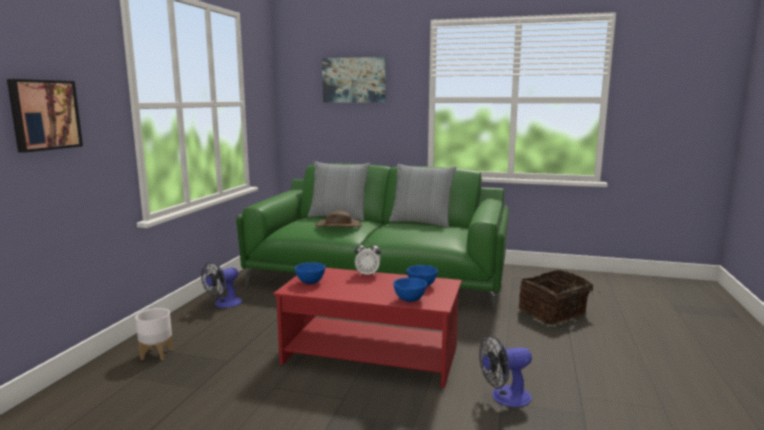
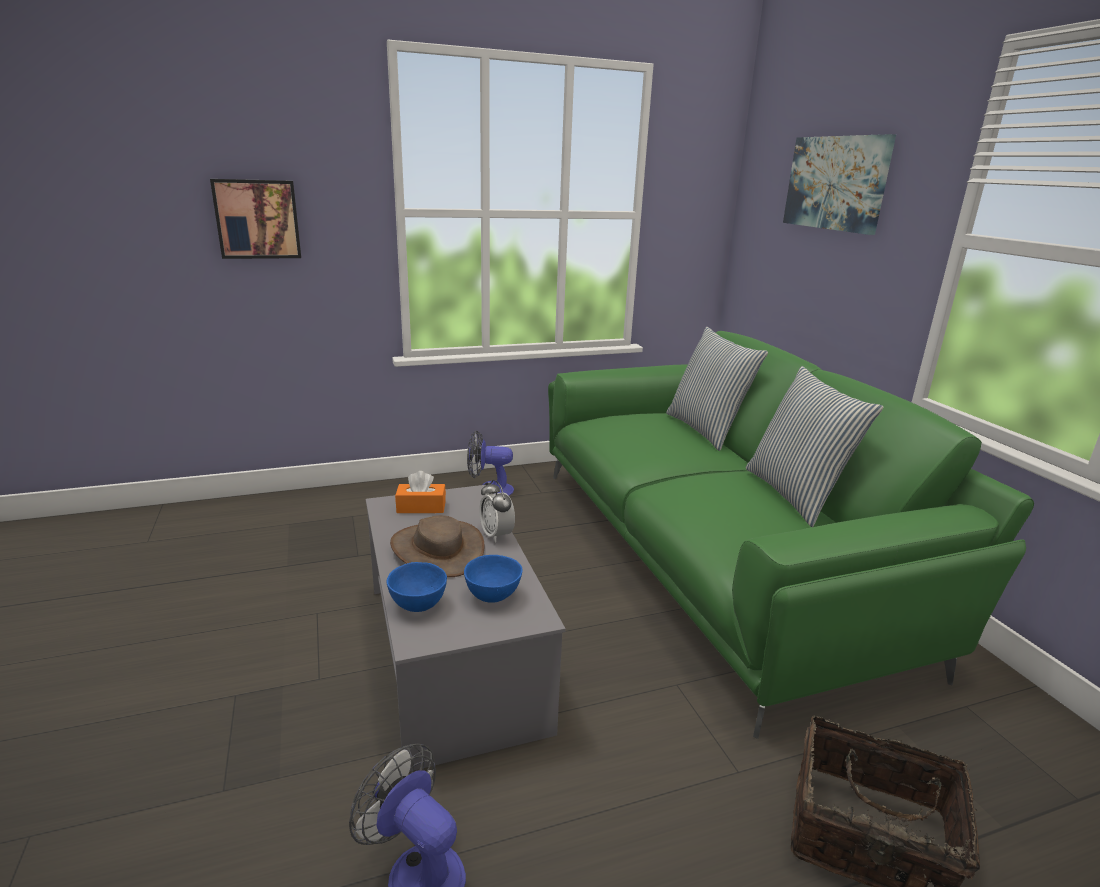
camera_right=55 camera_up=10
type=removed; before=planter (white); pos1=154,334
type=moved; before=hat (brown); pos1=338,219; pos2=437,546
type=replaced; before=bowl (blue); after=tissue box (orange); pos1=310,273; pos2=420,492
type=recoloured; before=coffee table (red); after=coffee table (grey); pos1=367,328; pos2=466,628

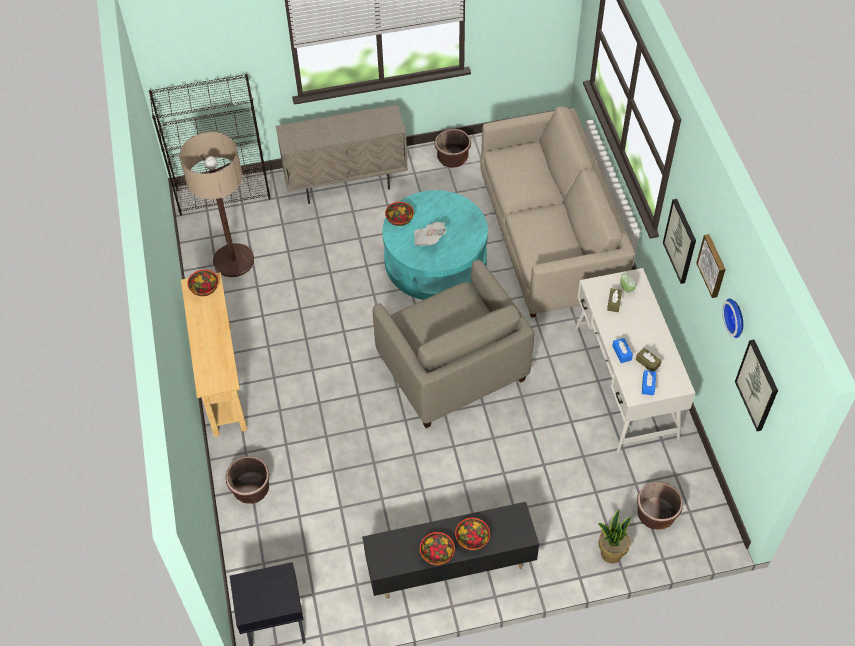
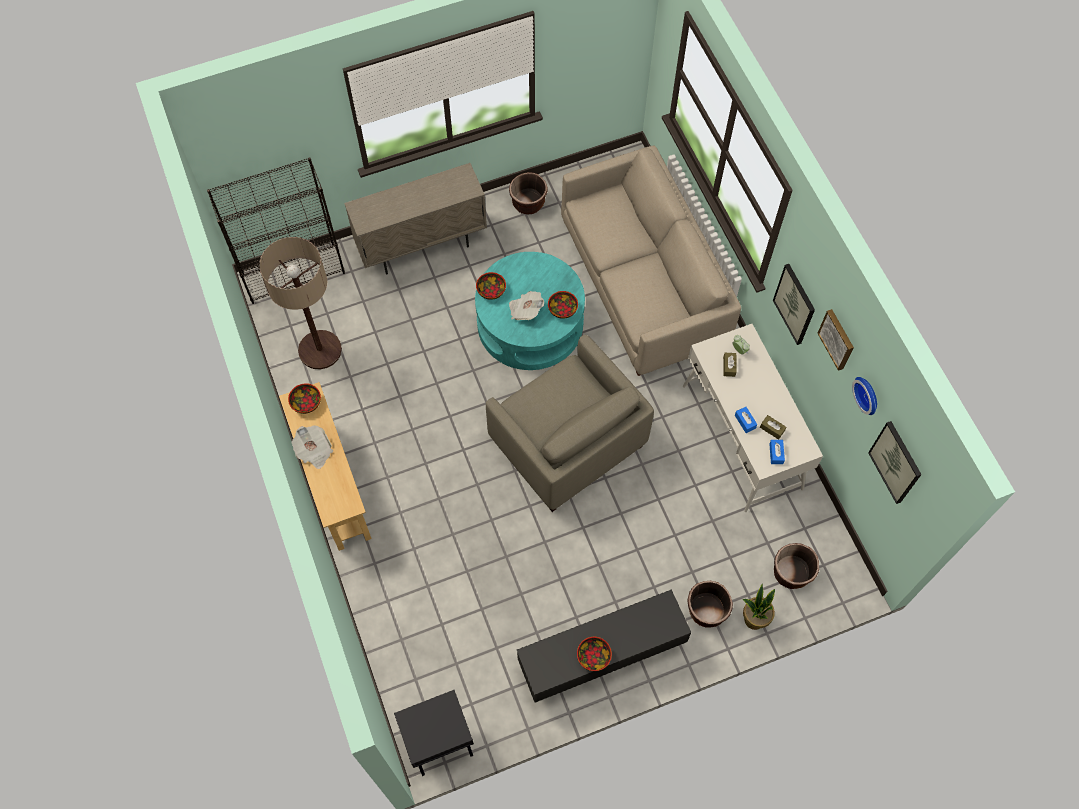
camera_right=-10 camera_up=10
type=added; after=newspaper; pos2=312,447
type=moved; before=planter (brown); pos1=247,480; pos2=710,604
type=moved; before=bowl; pos1=472,534; pos2=563,305

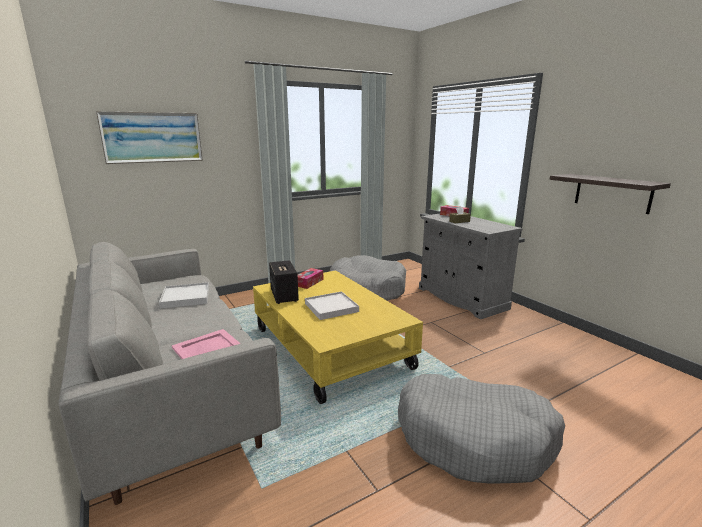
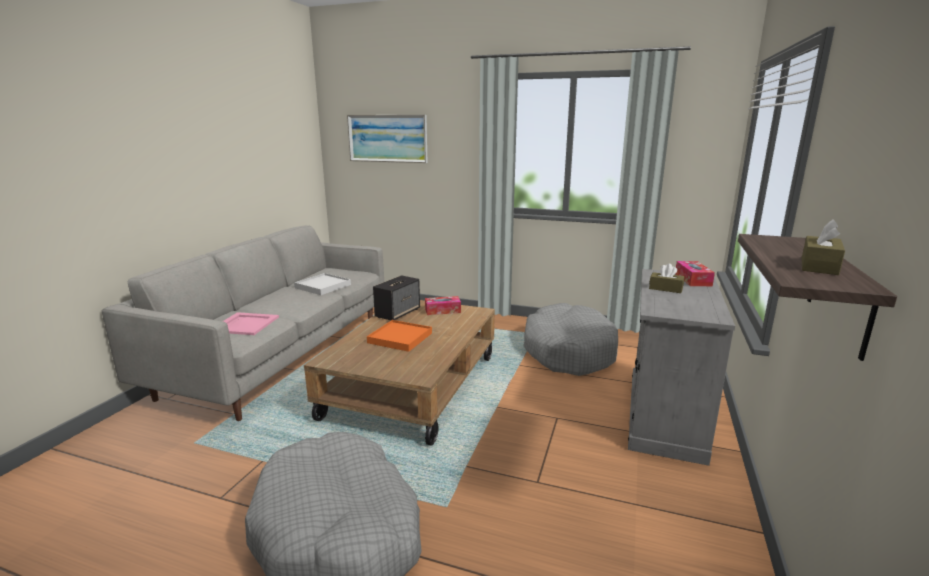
camera_right=50 camera_up=0
type=added; after=tissue box (brown); pos2=823,247
type=recoloured; before=coffee table (yellow); after=coffee table (brown); pos1=338,337; pos2=399,373
type=recoloured; before=tray (white); after=tray (orange); pos1=332,305; pos2=399,336

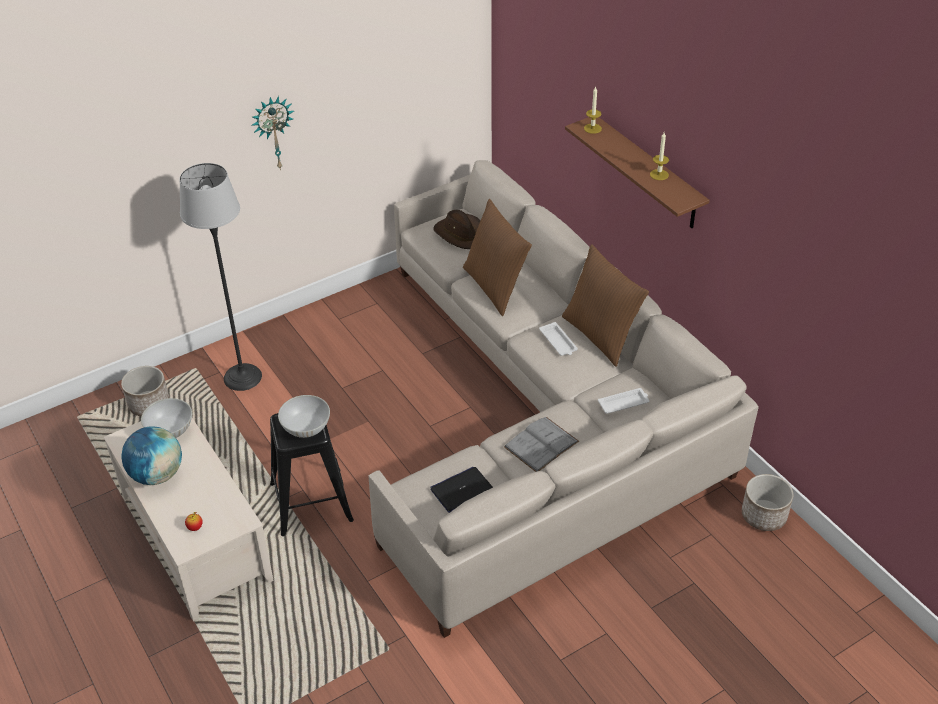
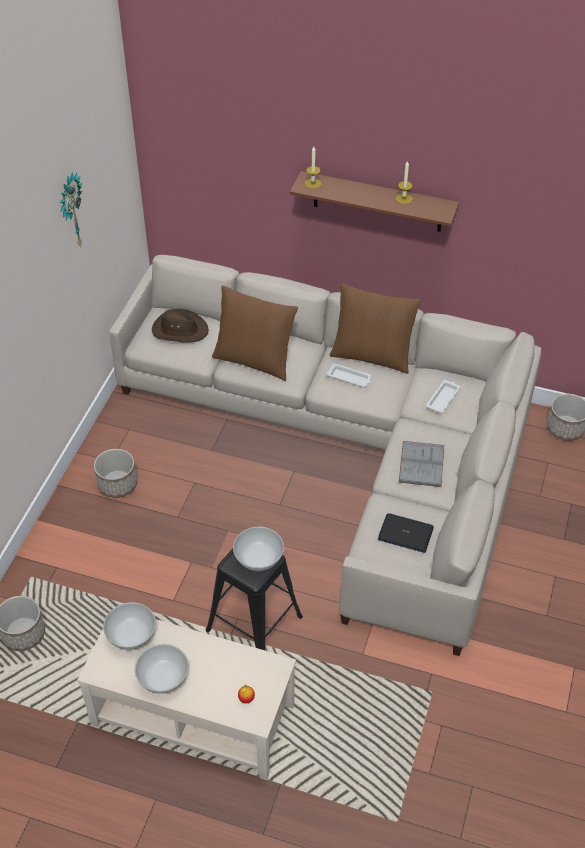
camera_right=-40 camera_up=5
type=removed; before=floor lamp; pos1=220,277
type=added; after=planter; pos2=115,473
type=moved; before=wall clock; pos1=272,133; pos2=71,209
type=replaced; before=globe; after=bowl (white); pos1=151,455; pos2=162,669
type=turned; before=laptop; pos1=461,490; pos2=406,533; turn=90

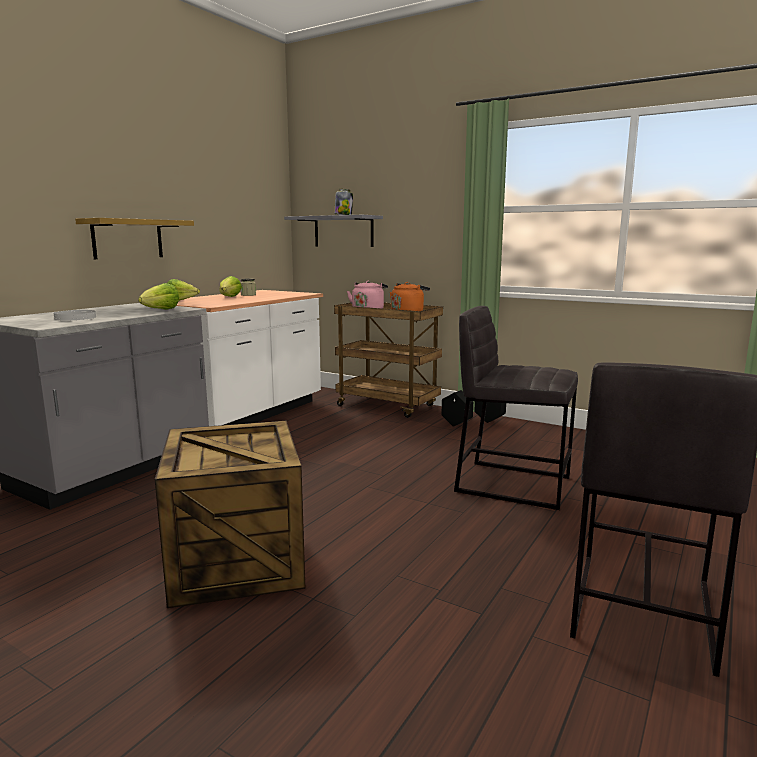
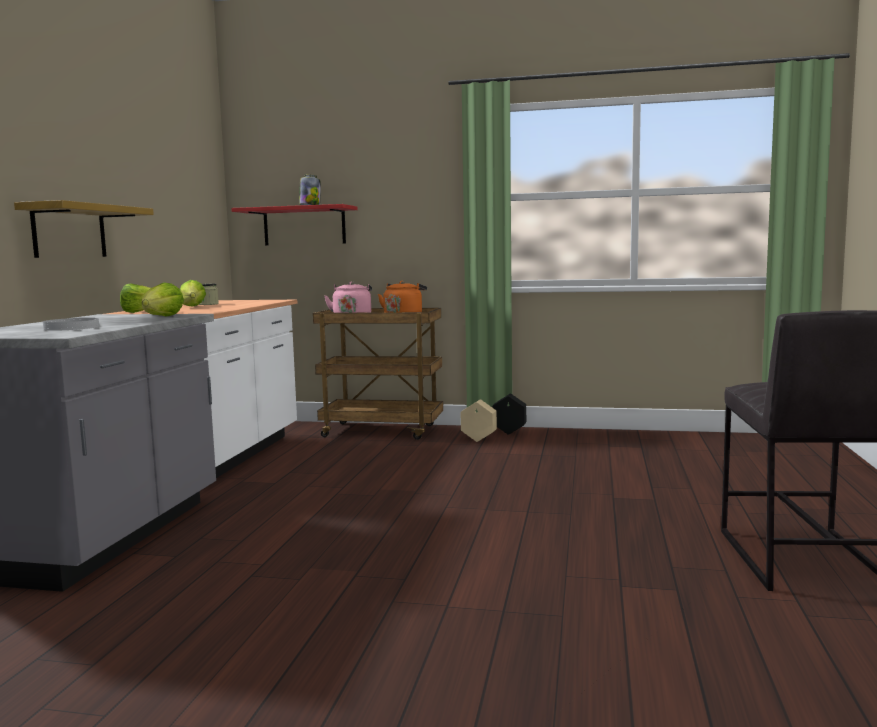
camera_right=-20 camera_up=-5
type=removed; before=crate; pos1=230,514
type=removed; before=stool (grey); pos1=516,408
type=recoloured; before=shelf (grey); after=shelf (red); pos1=333,231; pos2=294,224
type=recoloured; before=planter (black); after=planter (beige); pos1=457,408; pos2=479,420

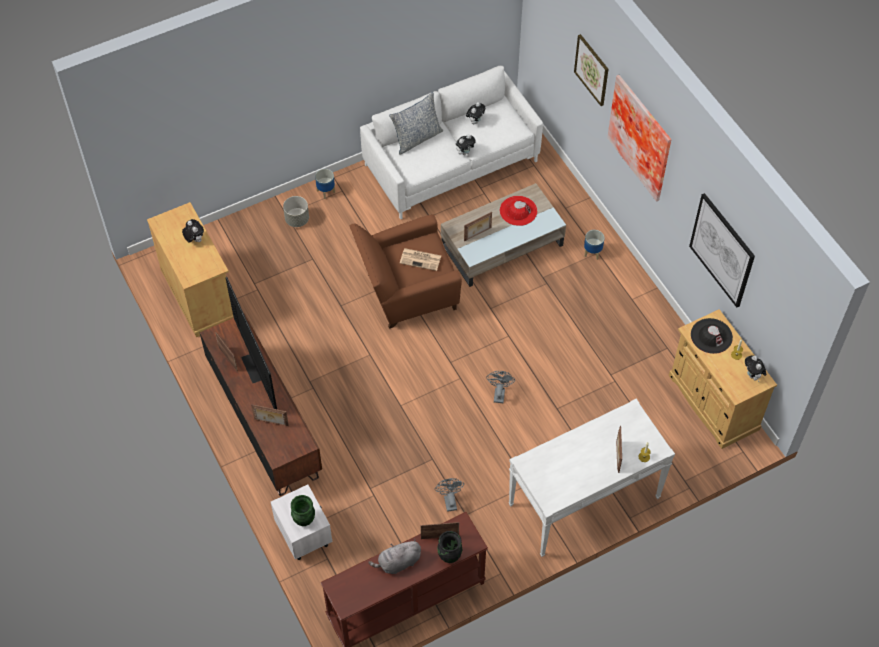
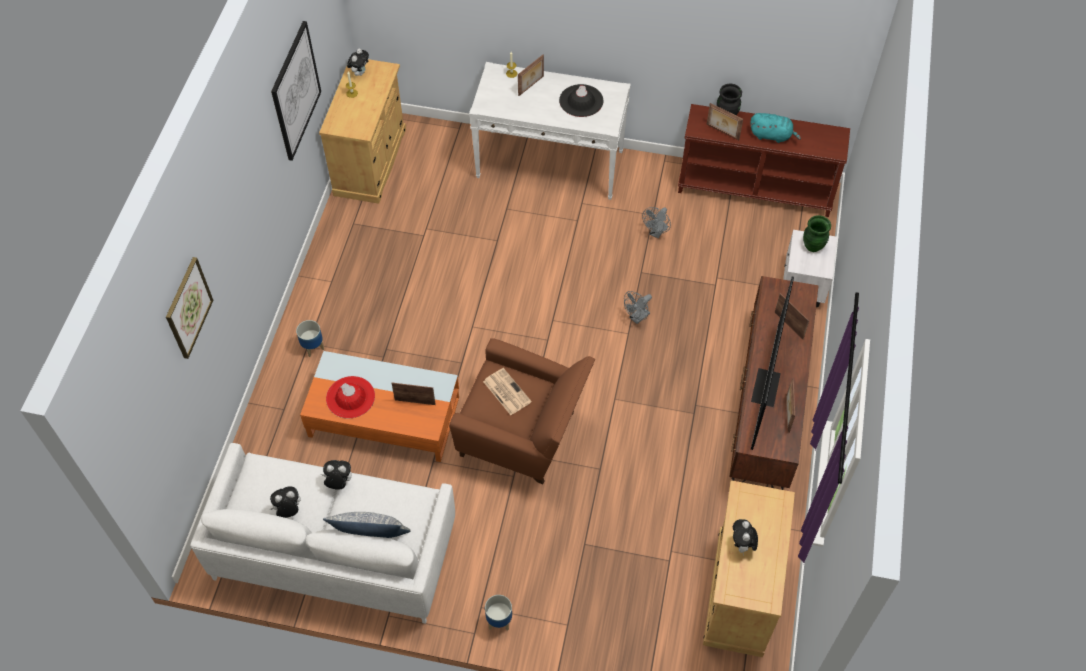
camera_right=-140 camera_up=0
type=removed; before=planter (grey); pos1=296,211
type=removed; before=picture; pos1=639,138
type=moved; before=fan (grey); pos1=500,387; pos2=638,307
type=moved; before=hat (black); pos1=712,336; pos2=581,100
type=recoloured; before=plush toy (grey); after=plush toy (turquoise); pos1=394,556; pos2=775,128
type=recoloured; before=coffee table (beige); after=coffee table (orange); pos1=503,235; pos2=379,406

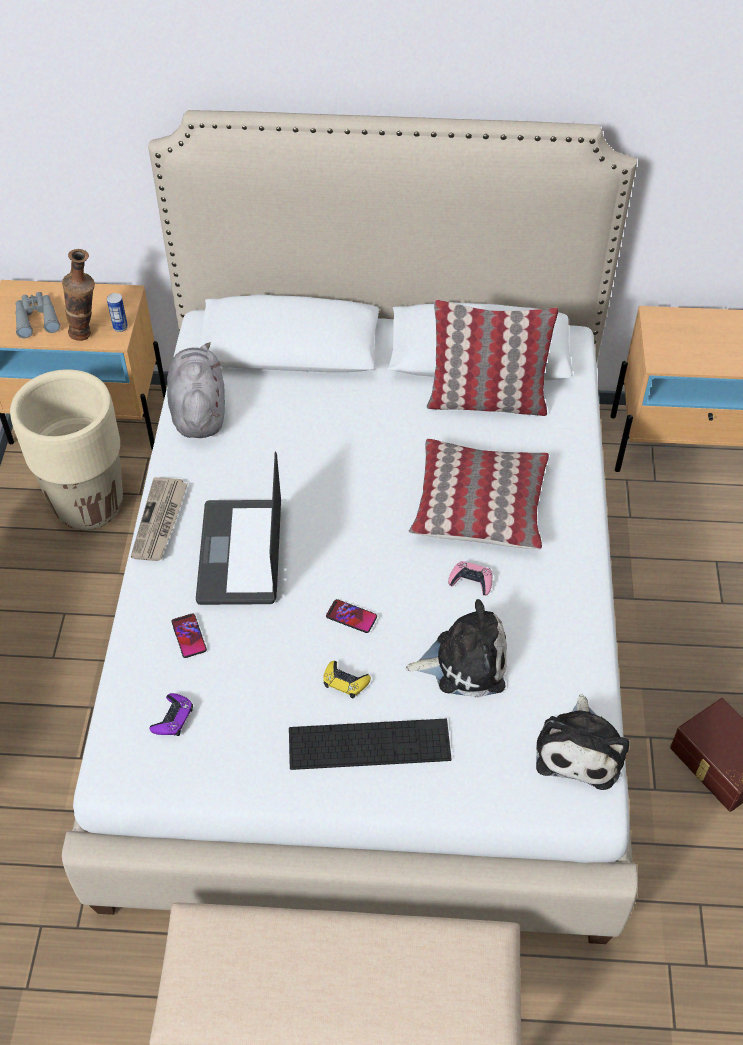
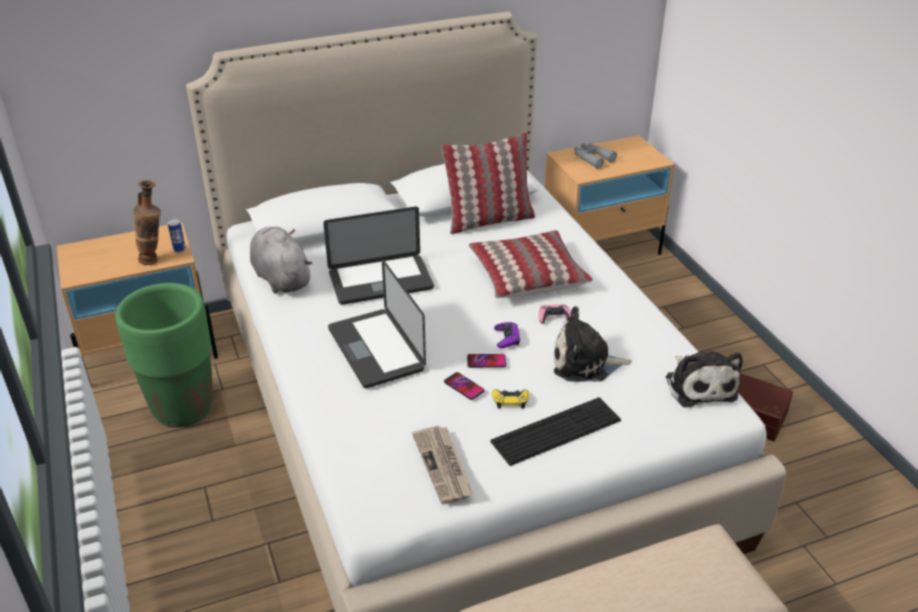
camera_right=-25 camera_up=-15
type=added; after=laptop; pos2=378,256
type=moved; before=binoculars (grey); pos1=37,315; pos2=595,156
type=moved; before=newspaper; pos1=159,519; pos2=443,465
type=moved; before=game controller (purple); pos1=171,714; pos2=507,335
type=moved; before=phone; pos1=189,635; pos2=464,386
type=recoloured; before=planter (beige); after=planter (green); pos1=66,449; pos2=164,355
type=turned; before=plush toy; pos1=456,648; pos2=593,344; turn=-150

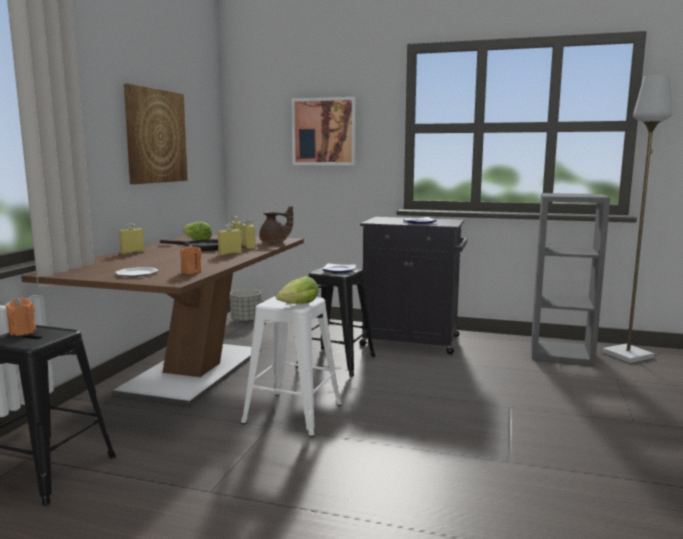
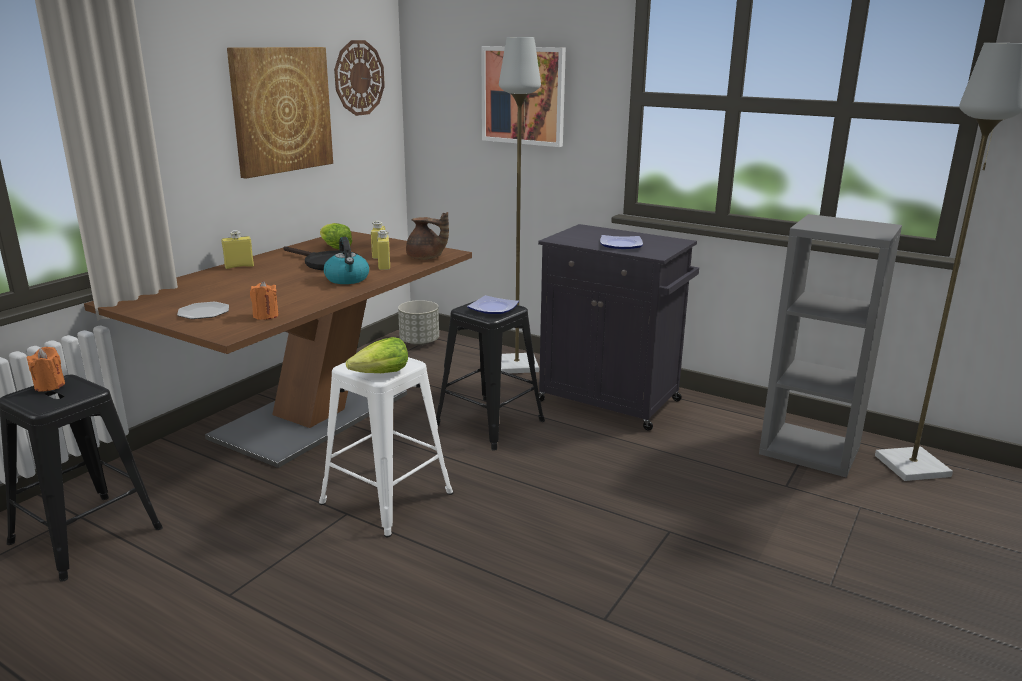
camera_right=15 camera_up=10
type=added; after=wall clock; pos2=359,78
type=added; after=floor lamp (grey); pos2=520,205
type=replaced; before=bottle (yellow); after=kettle; pos1=229,239; pos2=346,260

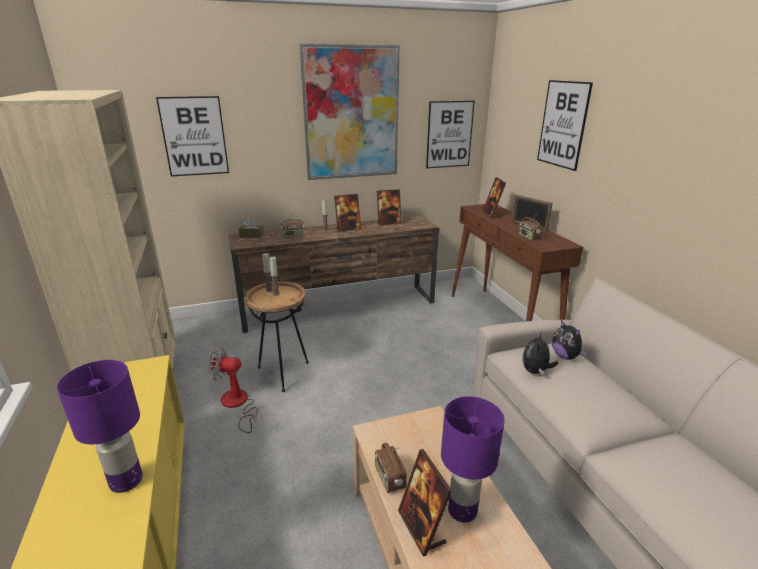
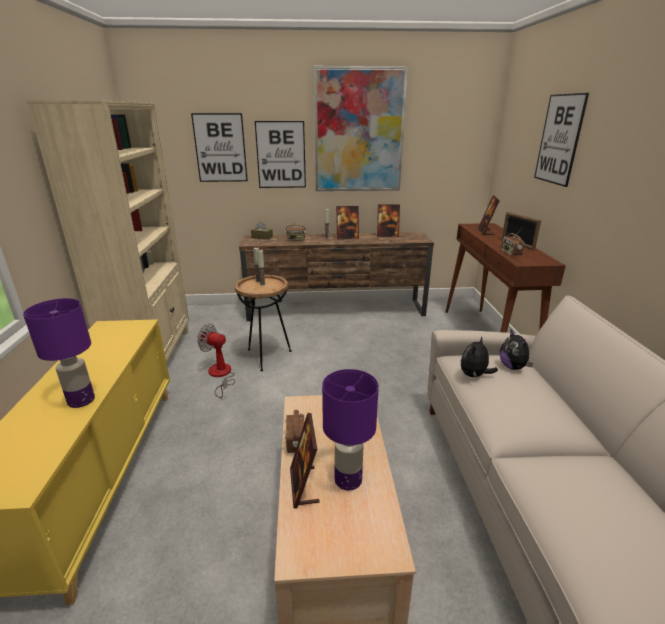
camera_right=15 camera_up=0
type=moved; before=picture; pos1=450,134; pos2=280,154

